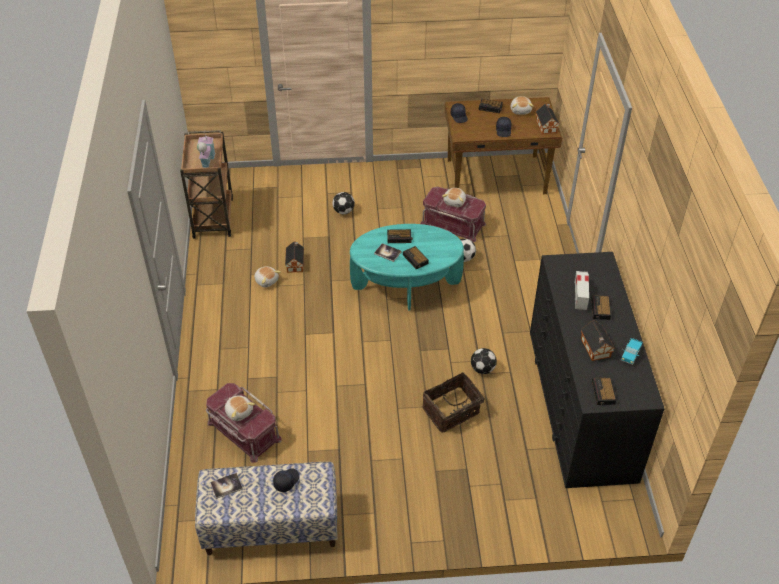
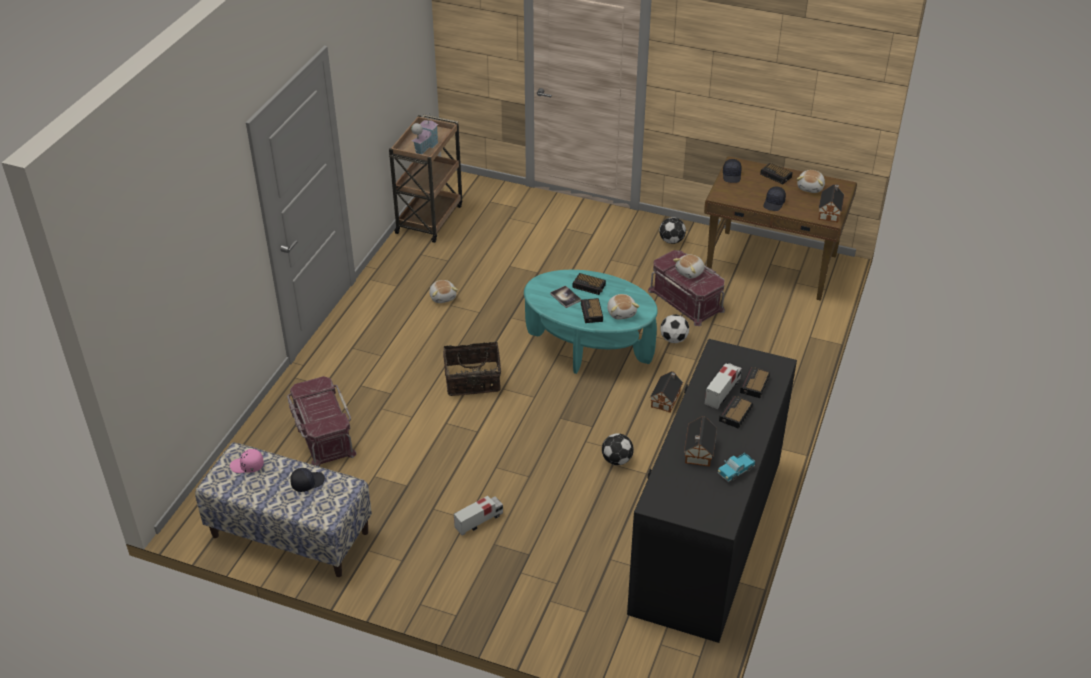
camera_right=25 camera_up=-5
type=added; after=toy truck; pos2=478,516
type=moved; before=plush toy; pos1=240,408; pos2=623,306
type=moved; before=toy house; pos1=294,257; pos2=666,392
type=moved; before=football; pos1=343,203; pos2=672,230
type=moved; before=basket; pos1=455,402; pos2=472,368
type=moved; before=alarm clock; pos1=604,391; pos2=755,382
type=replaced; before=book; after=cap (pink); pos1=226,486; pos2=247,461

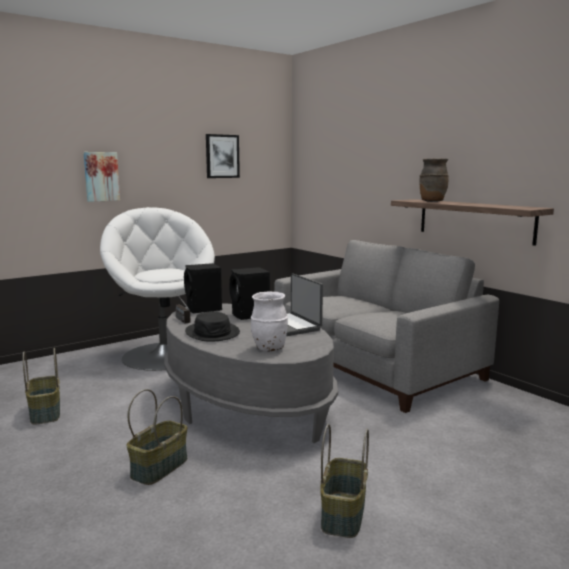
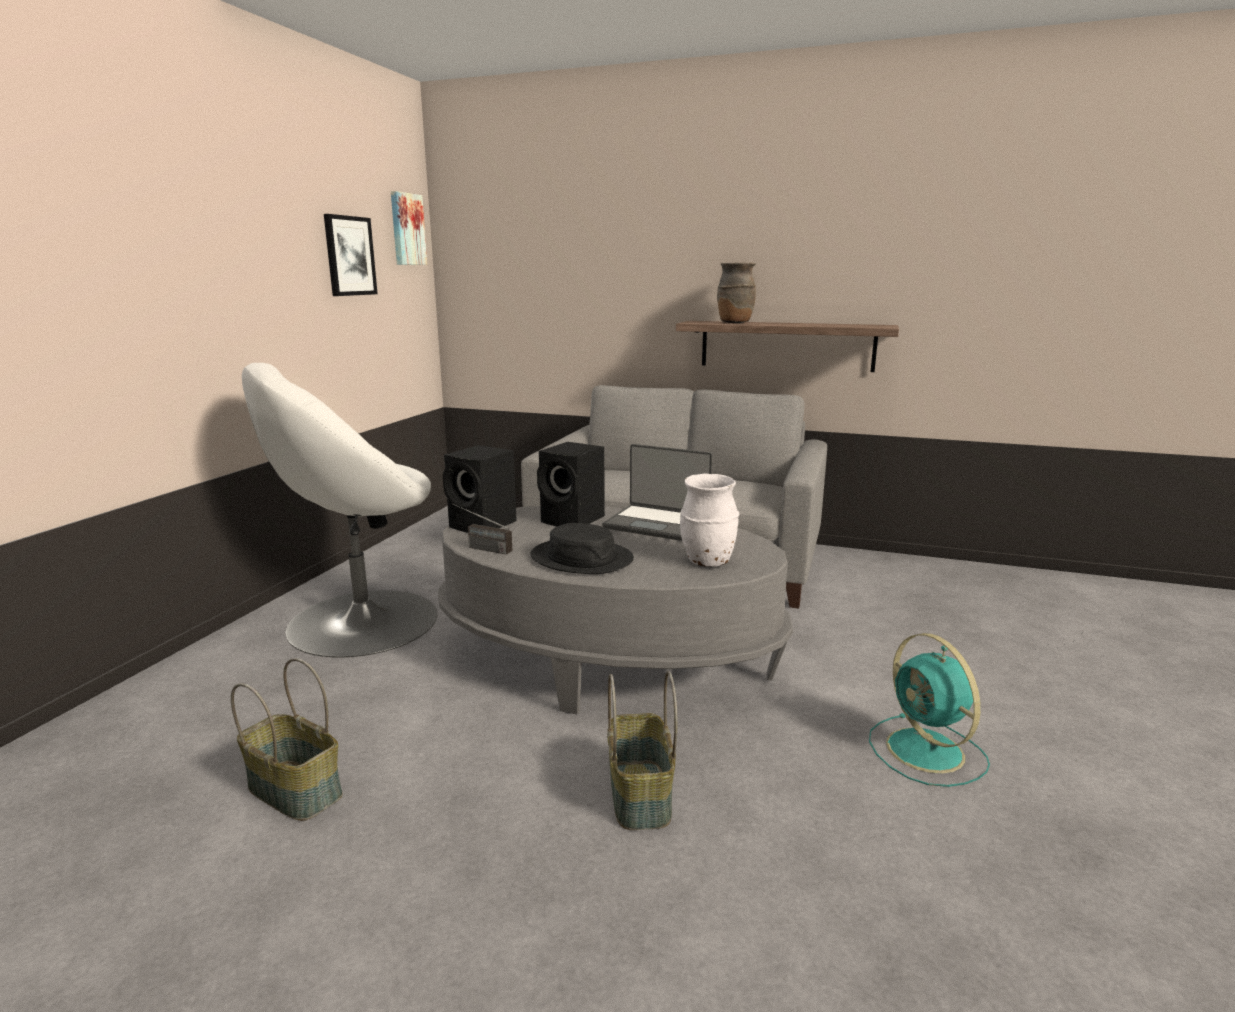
camera_right=-35 camera_up=5
type=moved; before=picture; pos1=101,177; pos2=409,228
type=replaced; before=basket; after=fan (turquoise); pos1=344,481; pos2=929,710
type=turned; before=armchair (white); pos1=157,289; pos2=339,510; turn=-60

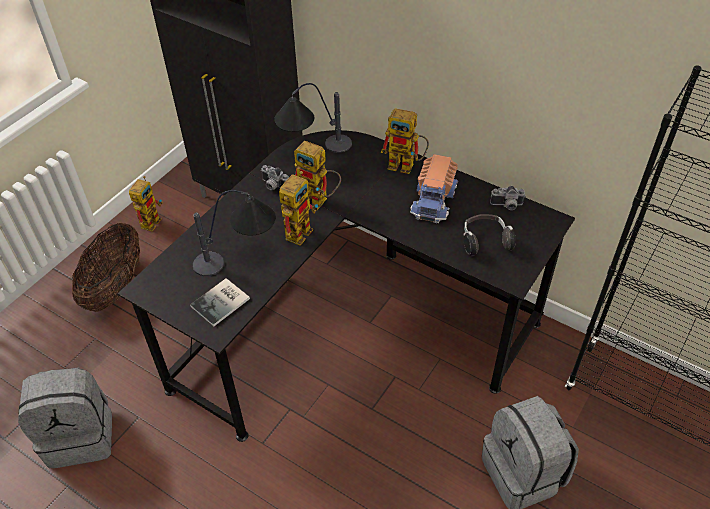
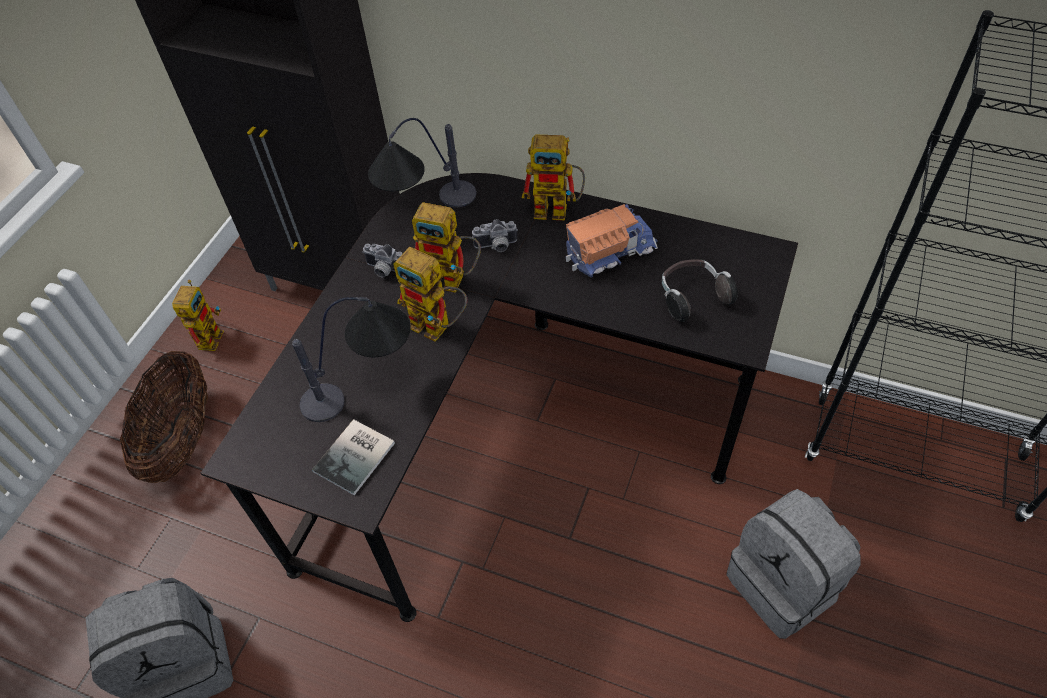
camera_right=-10 camera_up=5
type=moved; before=photo camera; pos1=508,198; pos2=495,235
type=turned; before=toy robot; pos1=299,208; pos2=430,294; turn=105
type=turned; before=toy truck; pos1=434,188; pos2=612,240; turn=-120

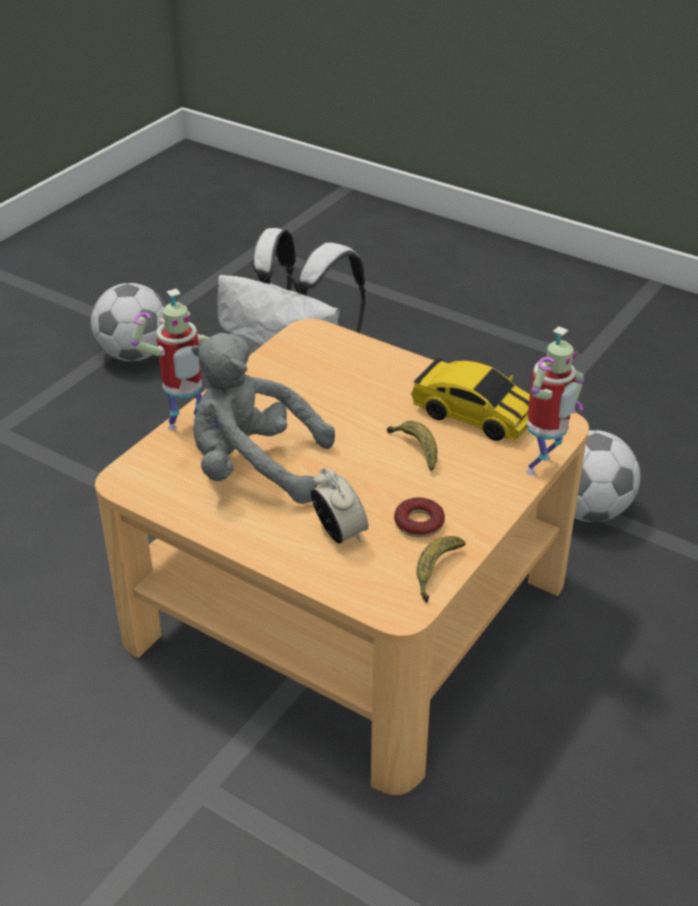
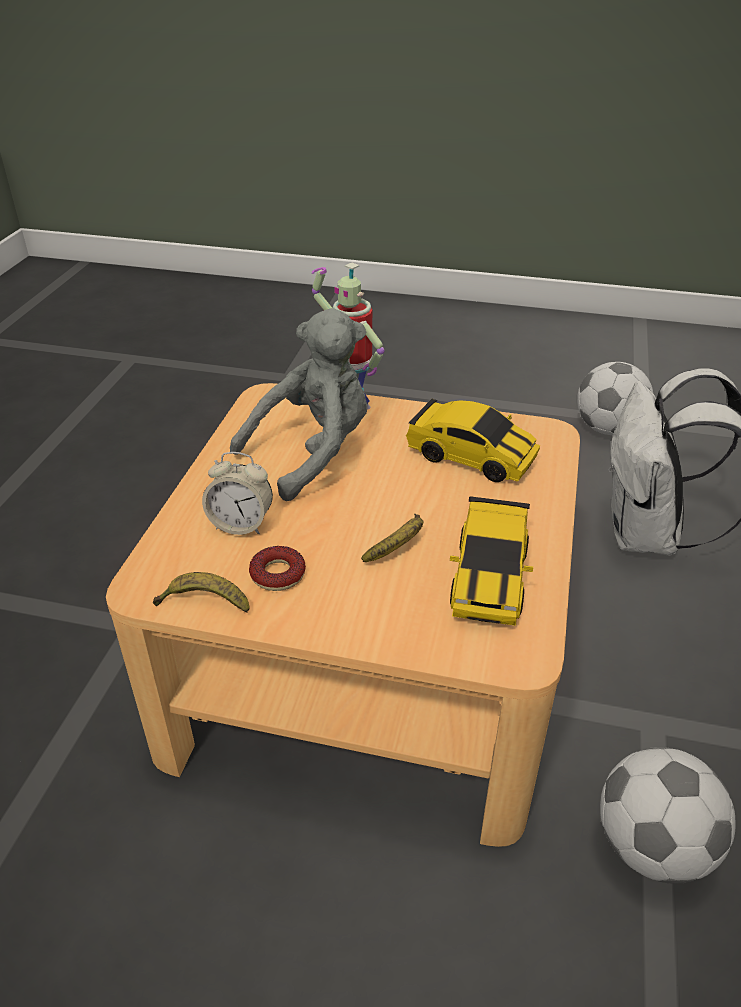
camera_right=70 camera_up=0
type=removed; before=toy robot; pos1=555,400
type=added; after=toy car; pos2=473,440
type=turned; before=plush toy (grey); pos1=263,418; pos2=298,404; turn=60
type=turned; before=alarm clock; pos1=340,506; pos2=237,493; turn=60

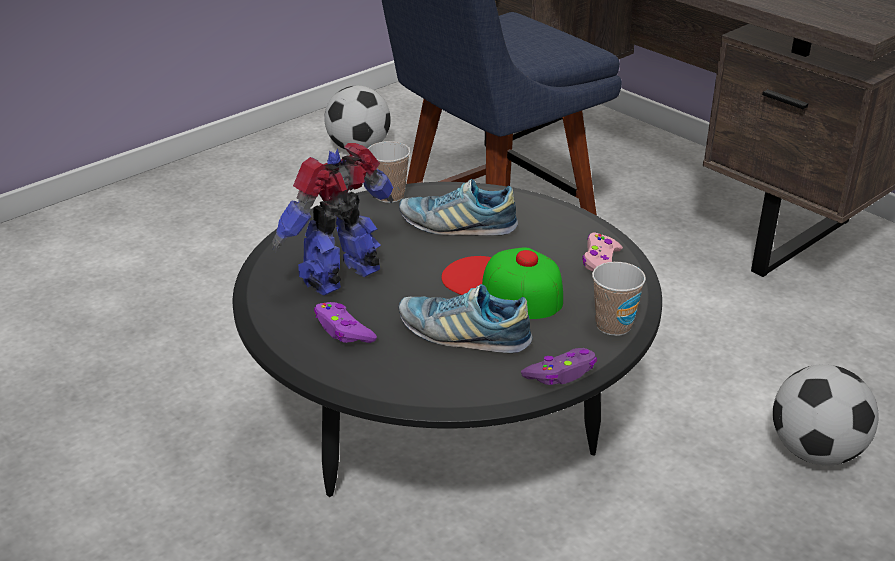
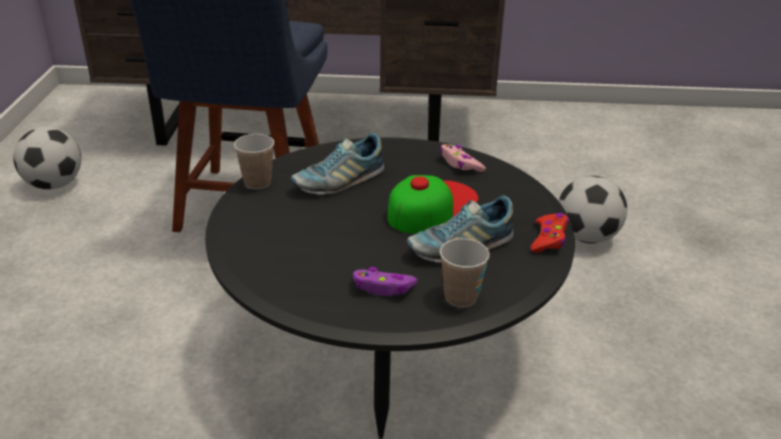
camera_right=-45 camera_up=0
type=removed; before=toy robot; pos1=332,219
type=moved; before=cup; pos1=619,299; pos2=465,272
type=recoloured; before=game controller (purple); after=game controller (red); pos1=559,366; pos2=550,232
type=turned; before=cap; pos1=502,283; pos2=432,204; turn=135

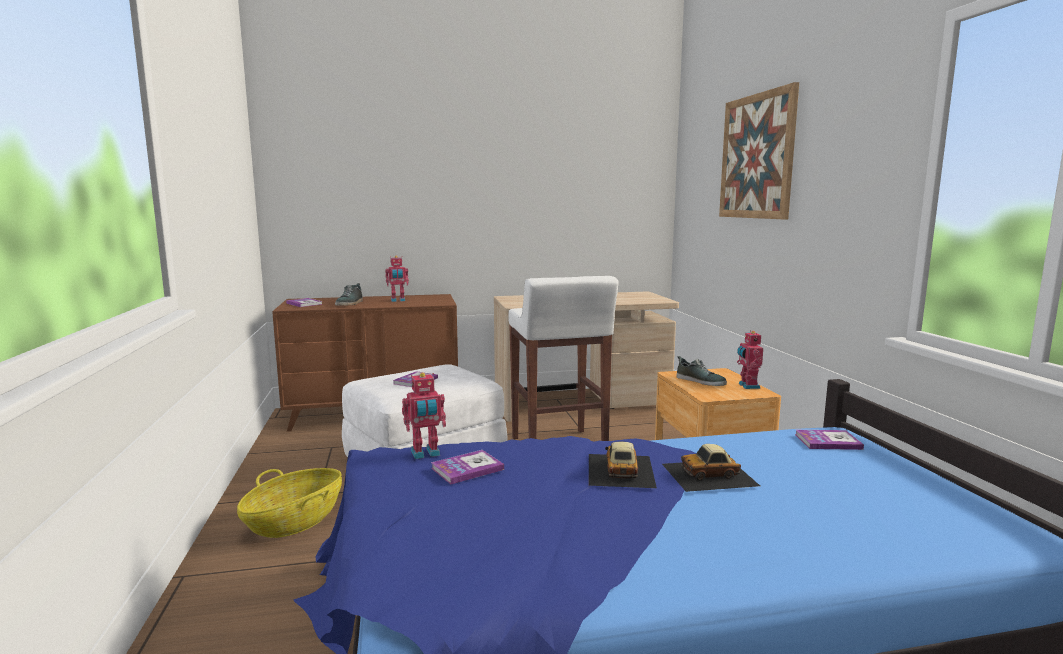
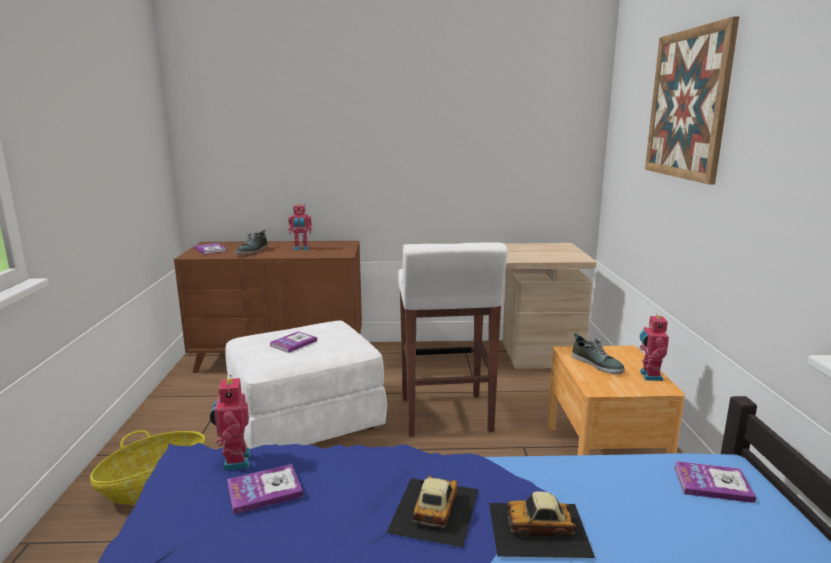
camera_right=10 camera_up=5
type=turned; before=toy robot; pos1=424,416; pos2=230,423; turn=90

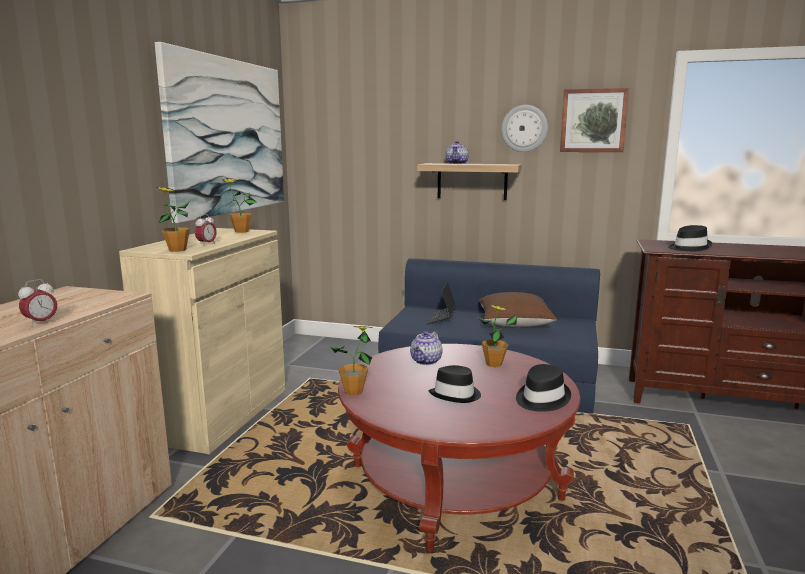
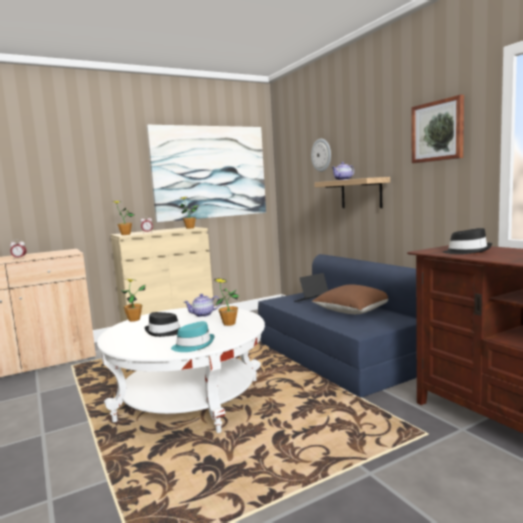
camera_right=45 camera_up=-5
type=moved; before=wall clock; pos1=524,128; pos2=321,155
type=recoloured; before=coffee table (red); after=coffee table (white); pos1=459,448; pos2=181,370
type=recoloured; before=hat (black); after=hat (turquoise); pos1=543,388; pos2=192,336

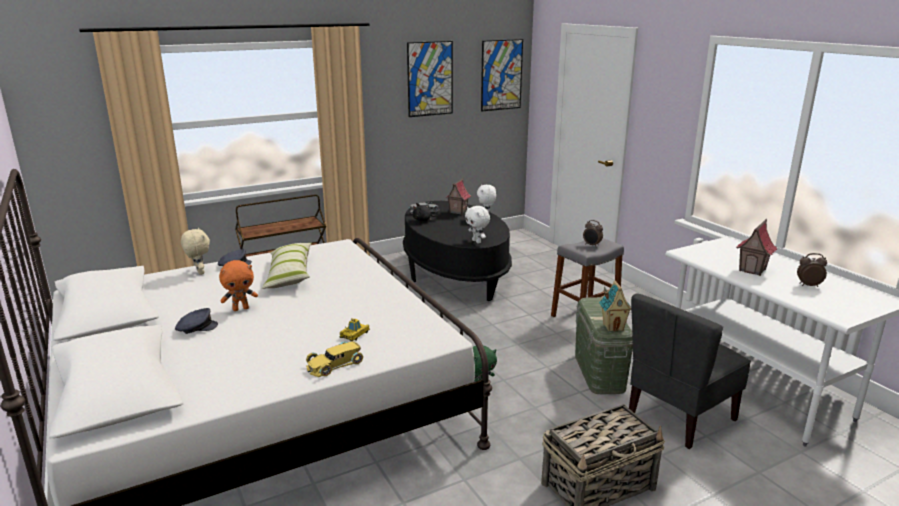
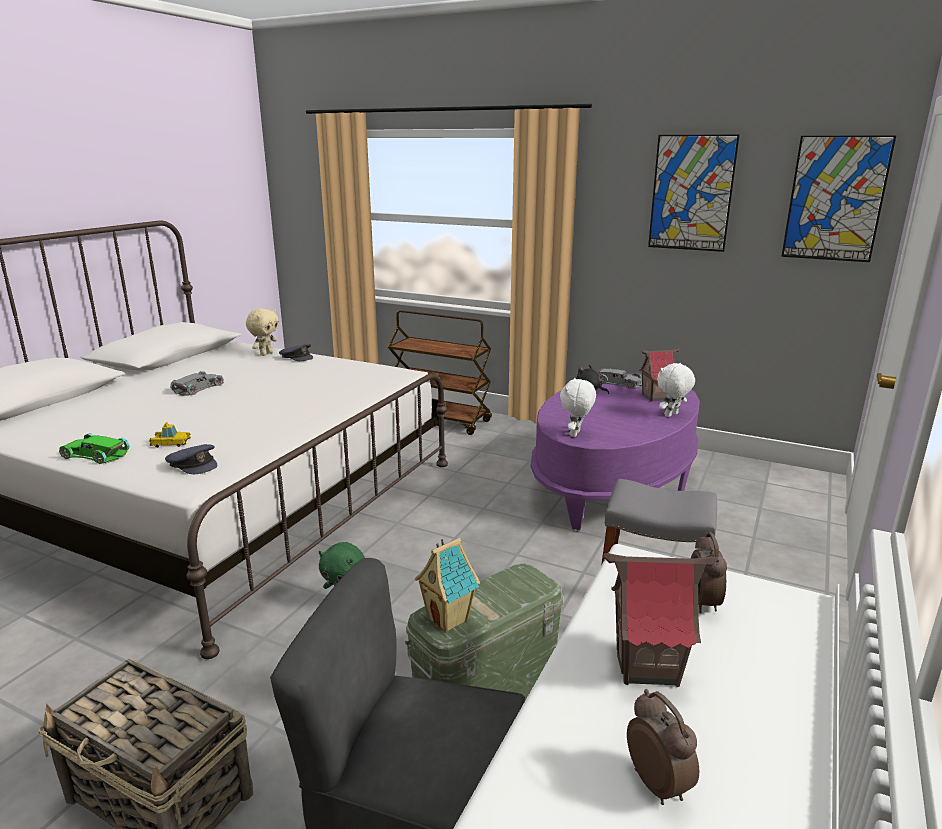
camera_right=55 camera_up=0
type=removed; before=pillow; pos1=287,266
type=moved; before=cap (grey); pos1=196,321; pos2=191,459
type=moved; before=alarm clock; pos1=593,233; pos2=709,572
type=replaced; before=plush toy (orange); after=toy car (grey); pos1=238,285; pos2=197,383
type=recoloured; before=toy car (yellow); after=toy car (green); pos1=334,359; pos2=94,448
type=recoloured; before=coffee table (black); after=coffee table (purple); pos1=457,251; pos2=615,452

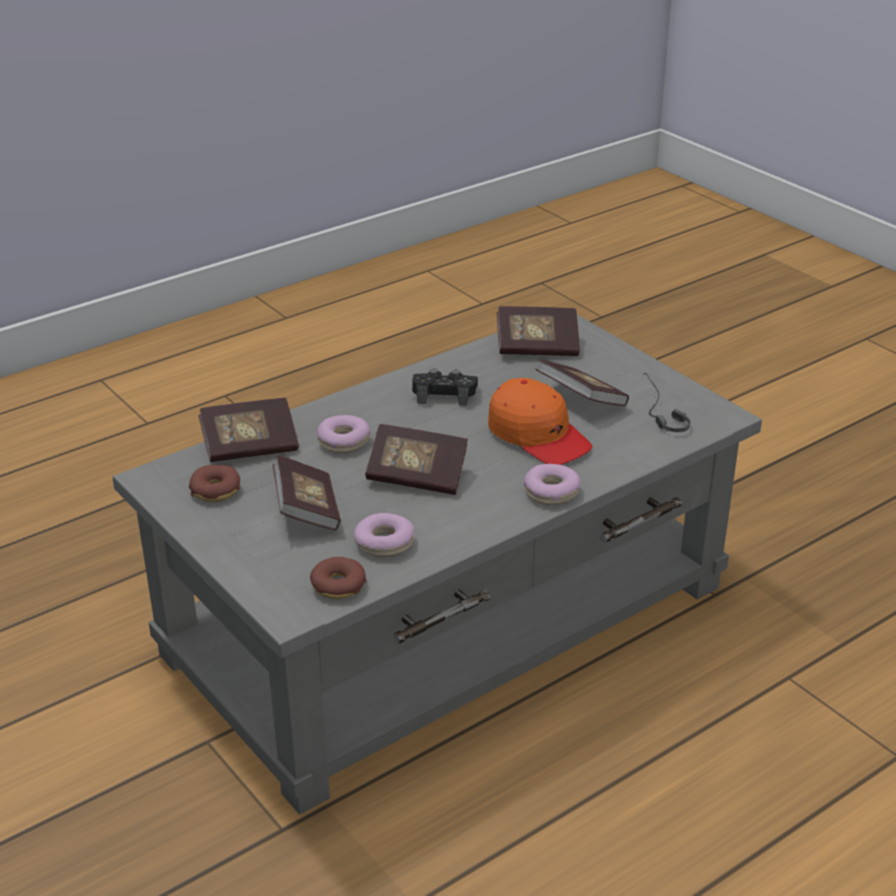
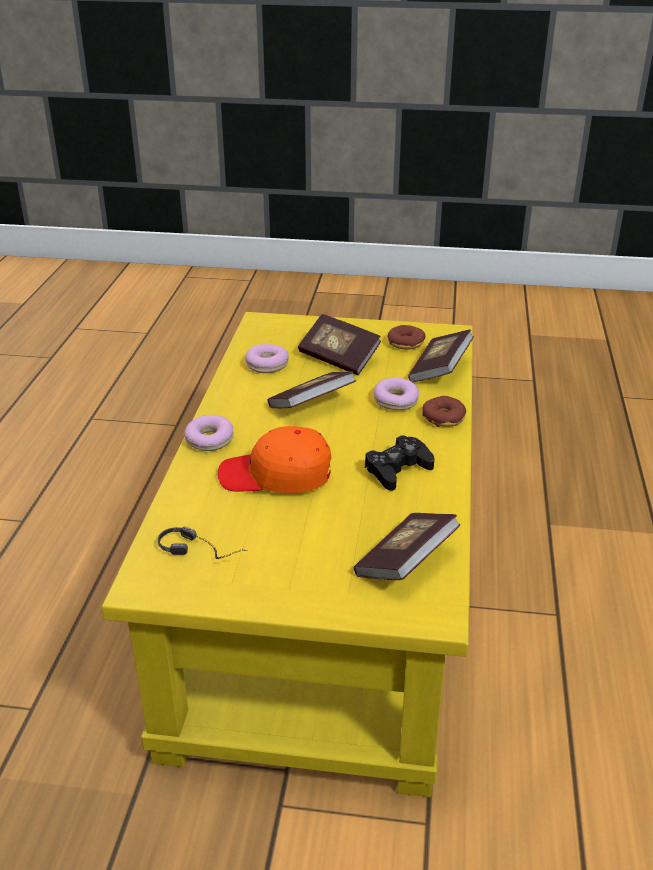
camera_right=135 camera_up=0
type=removed; before=book; pos1=582,382
type=moved; before=donut; pos1=338,578; pos2=444,411
type=recoloured; before=coffee table (grey); after=coffee table (yellow); pos1=437,564; pos2=287,554

